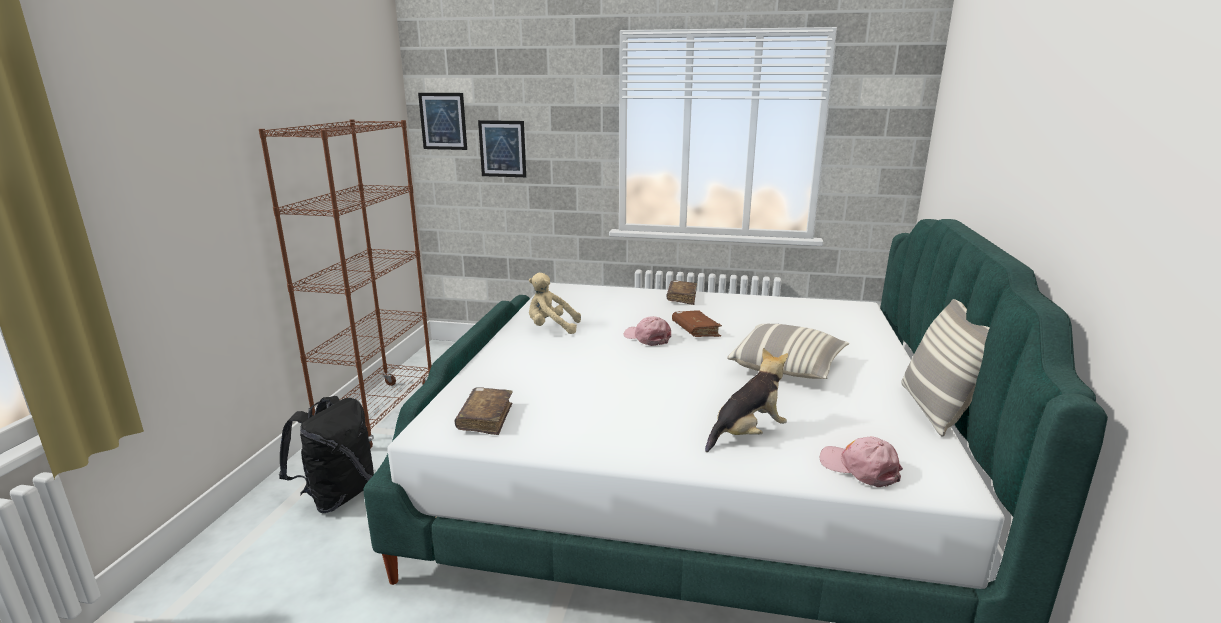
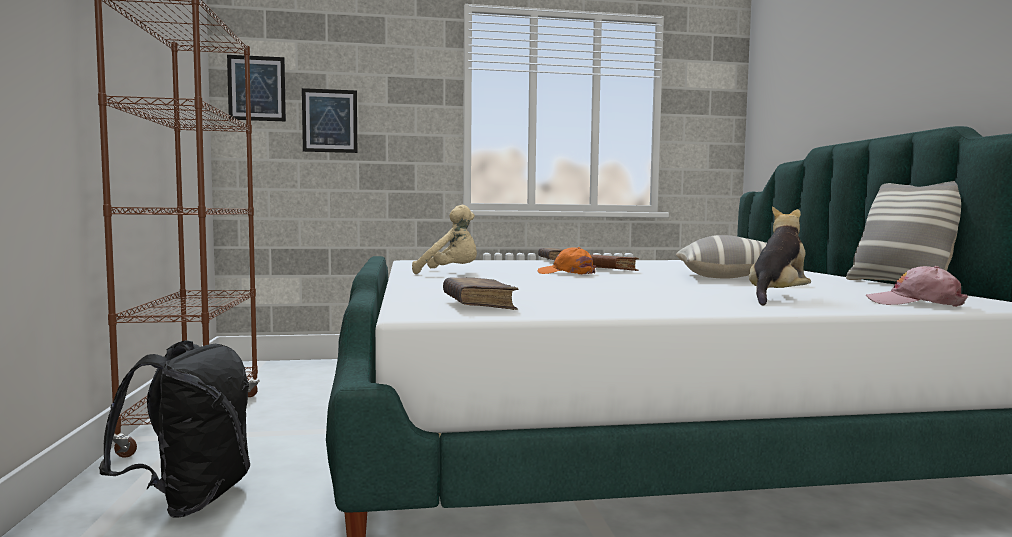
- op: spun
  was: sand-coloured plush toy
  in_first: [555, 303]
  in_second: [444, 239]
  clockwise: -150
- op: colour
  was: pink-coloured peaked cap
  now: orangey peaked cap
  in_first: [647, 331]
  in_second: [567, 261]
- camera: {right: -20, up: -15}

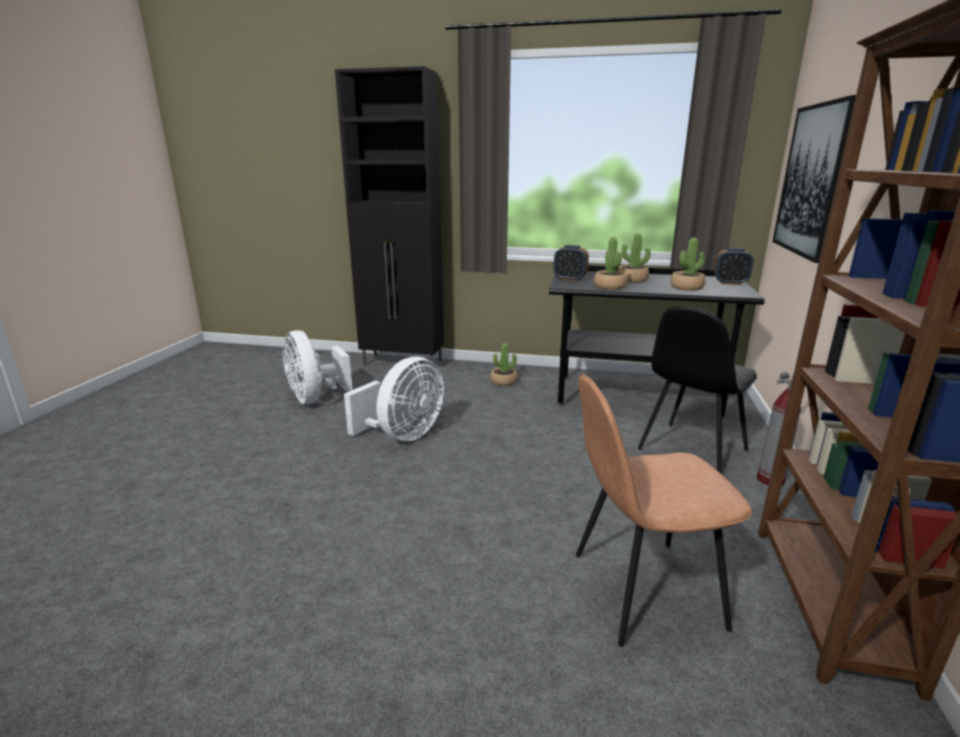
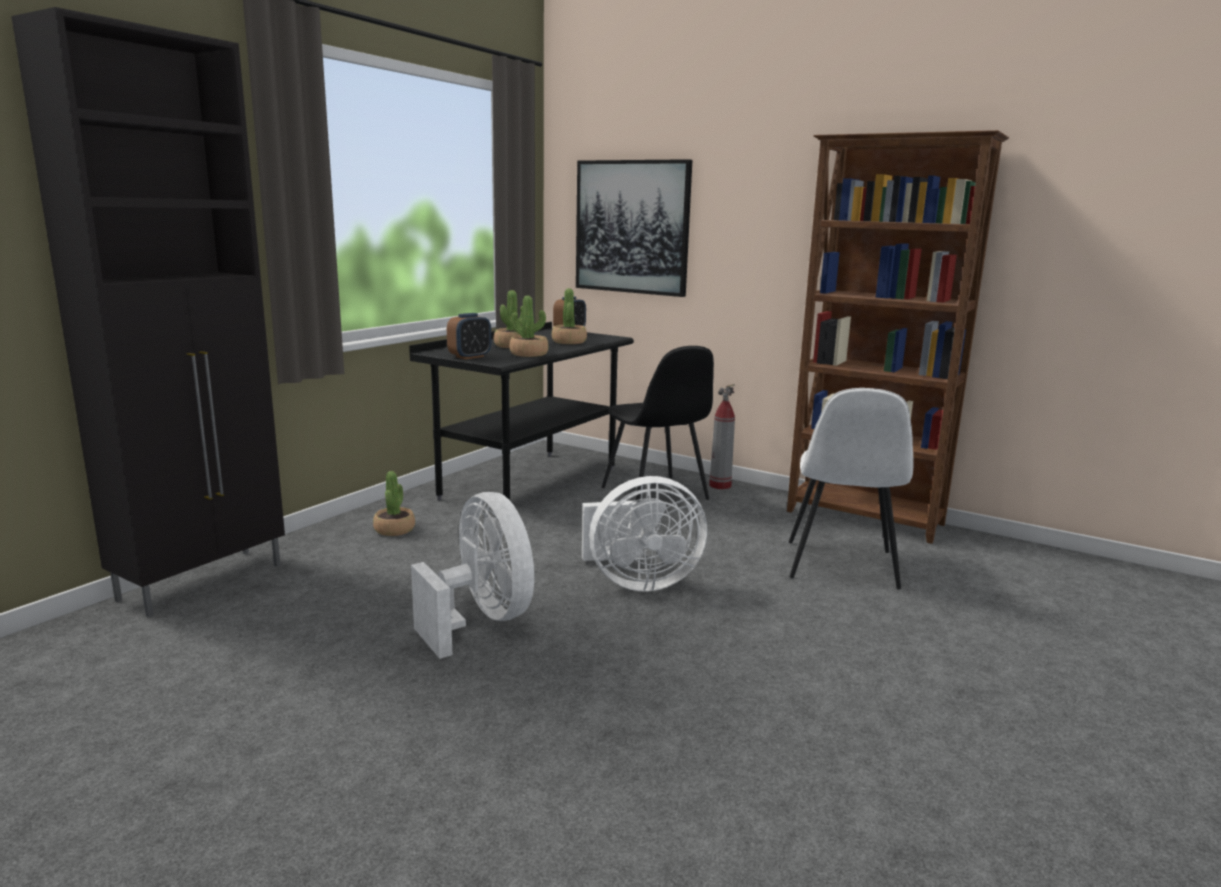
- op: relocated
  was: white fan
  in_first: [318, 367]
  in_second: [644, 533]
- op: colour
  was: brown-coloured chair
  now: white chair
  in_first: [664, 510]
  in_second: [851, 488]
- camera: {right: -70, up: -5}

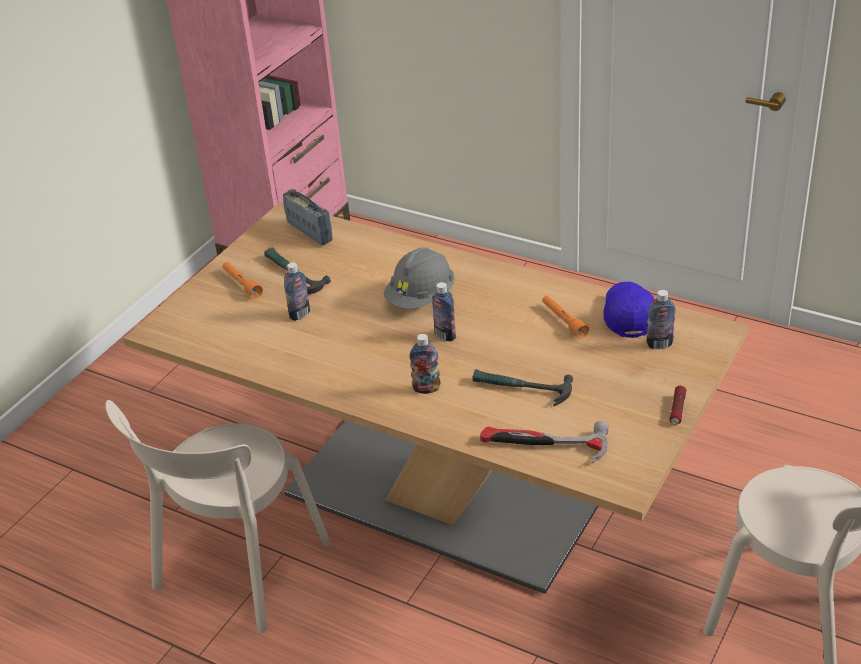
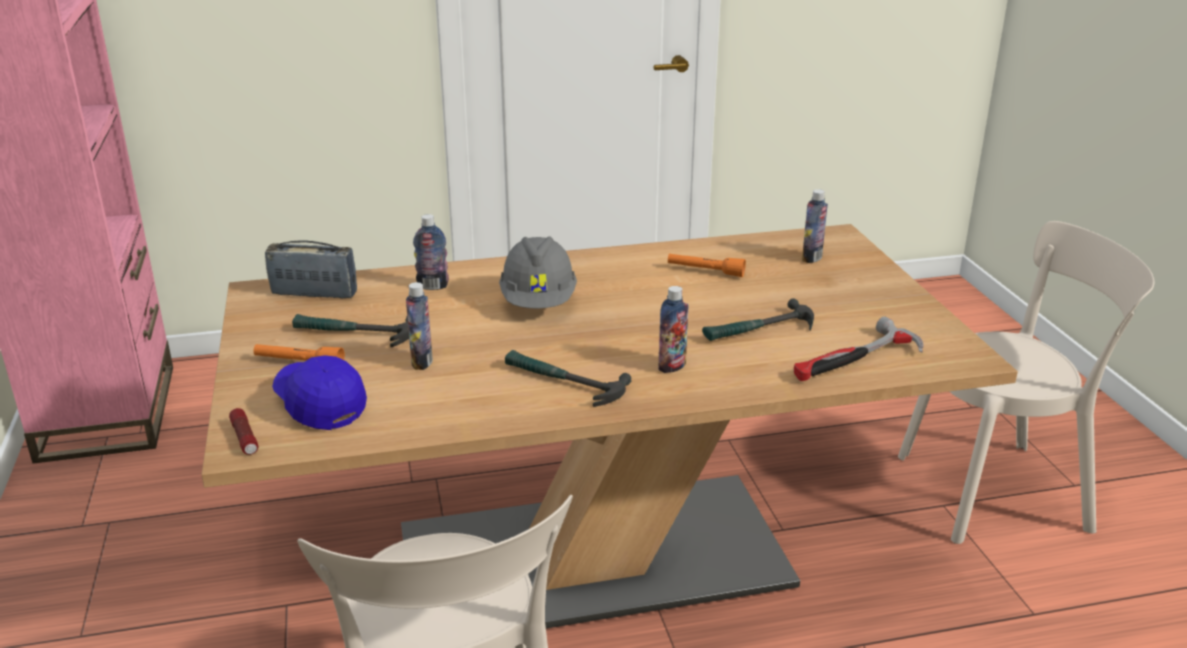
- op: relocated
  was: drink bottle
  in_first: [444, 311]
  in_second: [431, 252]
- op: relocated
  was: blue-coloured peaked cap
  in_first: [629, 309]
  in_second: [319, 392]
- op: relocated
  was: torch
  in_first: [678, 405]
  in_second: [244, 431]
- op: appeared
  now: tool hammer
  in_second: [568, 378]
- camera: {right: -45, up: -10}

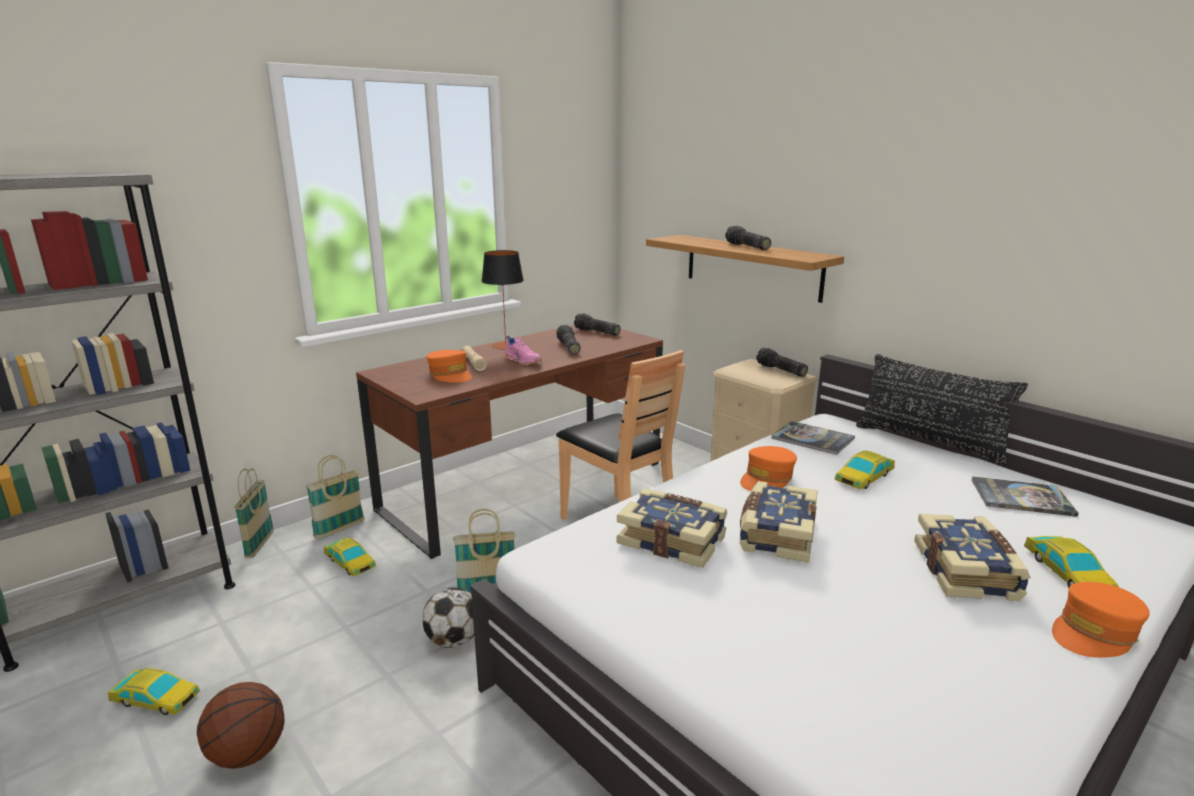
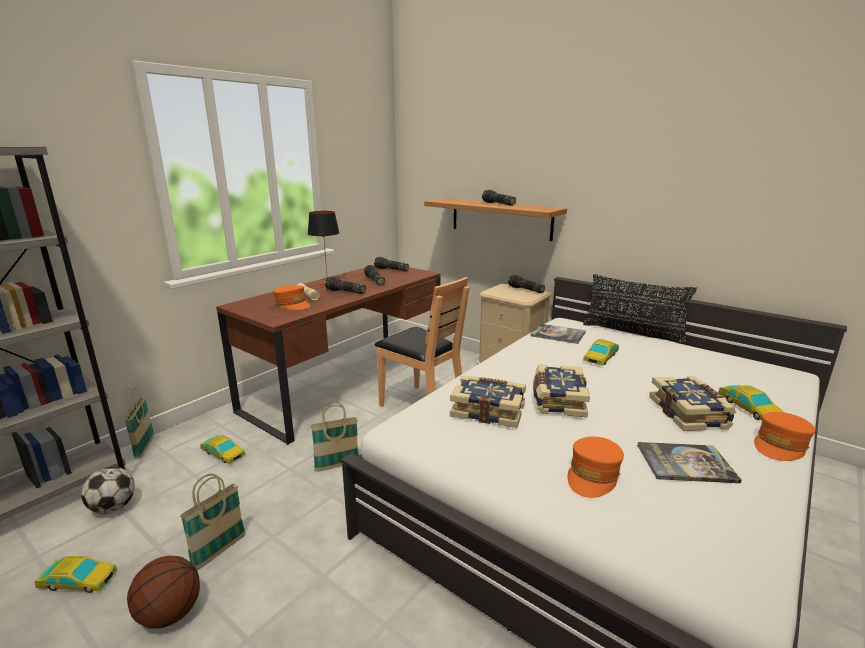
- op: relocated
  was: storage basket
  in_first: [335, 497]
  in_second: [213, 522]
- op: relocated
  was: football
  in_first: [448, 617]
  in_second: [108, 490]
- op: exchanged
  was: pink-coloured low shoe
  now: torch
  in_first: [523, 350]
  in_second: [345, 285]
- op: relocated
  was: orangey peaked cap
  in_first: [768, 468]
  in_second: [595, 467]
- op: relocated
  was: volume
  in_first: [1025, 496]
  in_second: [689, 462]
- camera: {right: -10, up: 0}

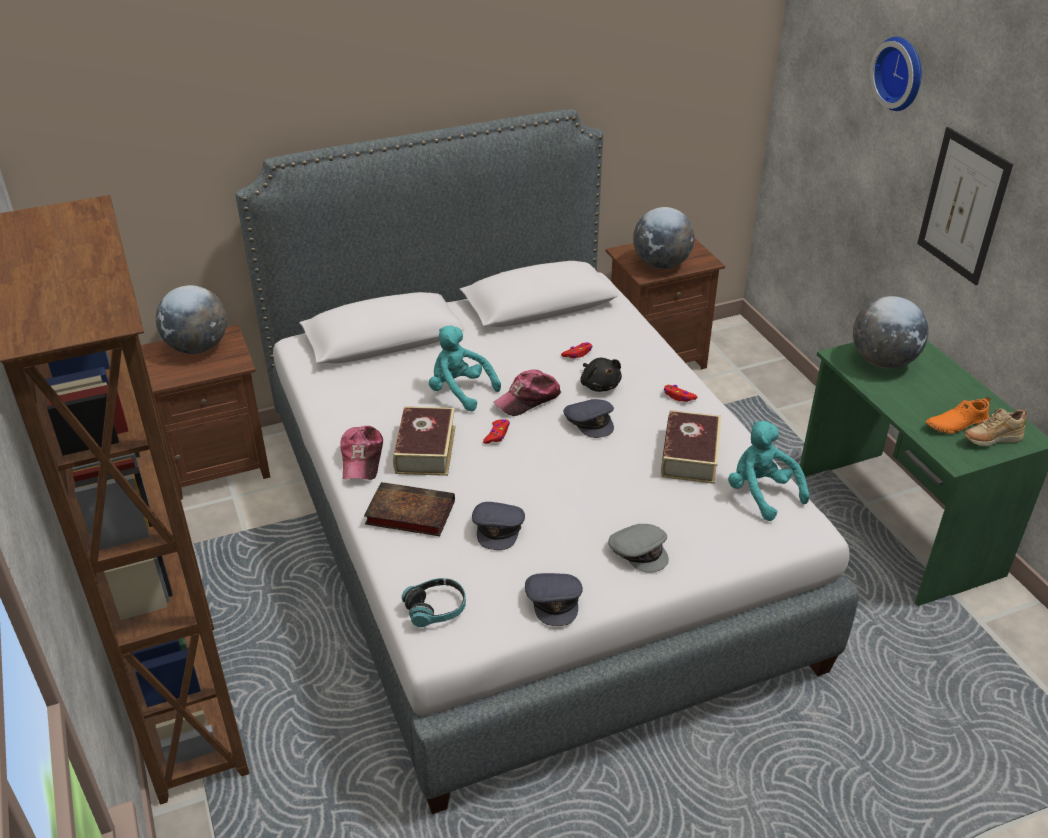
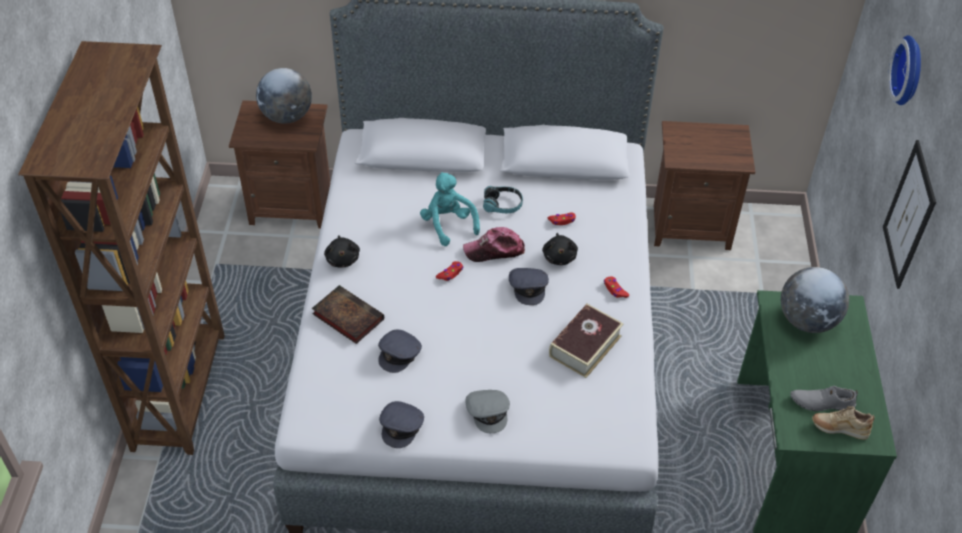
- op: exchanged
  was: peaked cap
  now: blackish plush toy
  in_first: [362, 453]
  in_second: [342, 251]
- op: missing
  was: volume
  in_first: [424, 441]
- op: relocated
  was: headphones
  in_first: [434, 602]
  in_second: [503, 199]
- op: missing
  was: globe
  in_first: [664, 238]
- op: missing
  was: turquoise plush toy
  in_first: [769, 471]
- op: colour
  was: orangey low shoe
  now: greyish low shoe
  in_first: [958, 415]
  in_second: [824, 398]
- camera: {right: 25, up: 10}

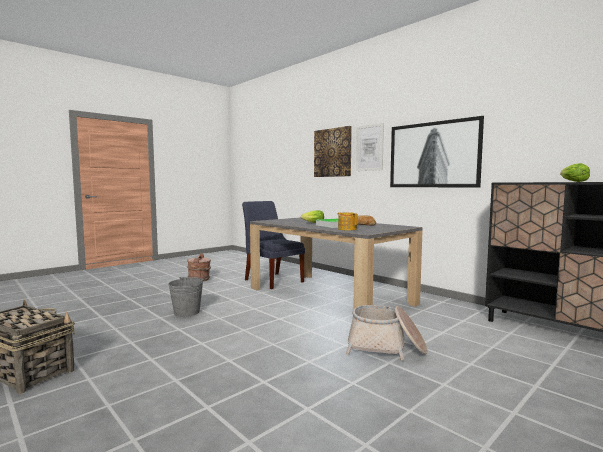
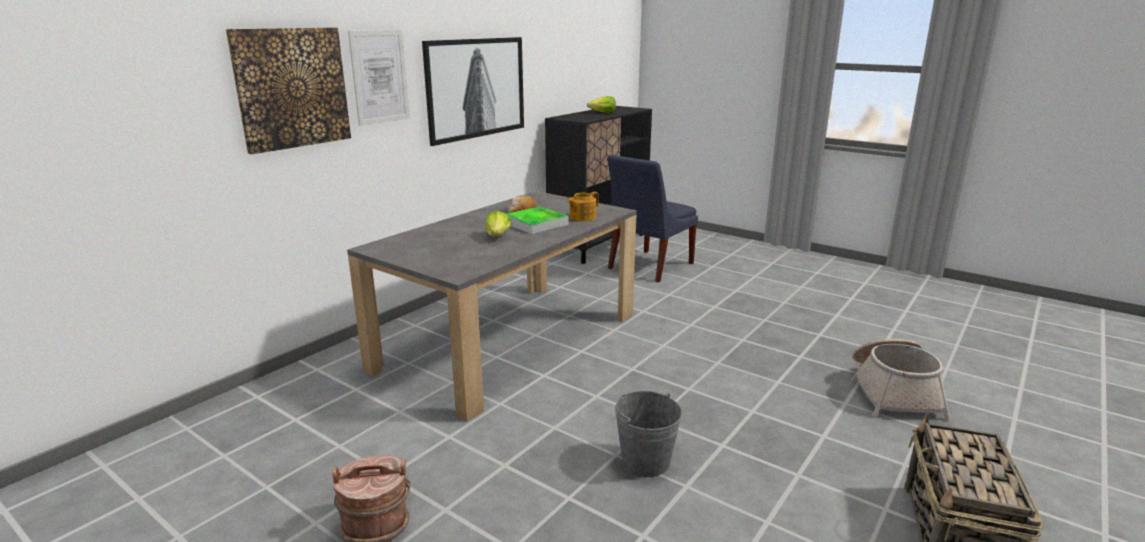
- op: relocated
  was: blue-coloured chair
  in_first: [273, 245]
  in_second: [652, 218]
- op: relocated
  was: storage basket
  in_first: [387, 333]
  in_second: [901, 379]
- camera: {right: -100, up: 15}

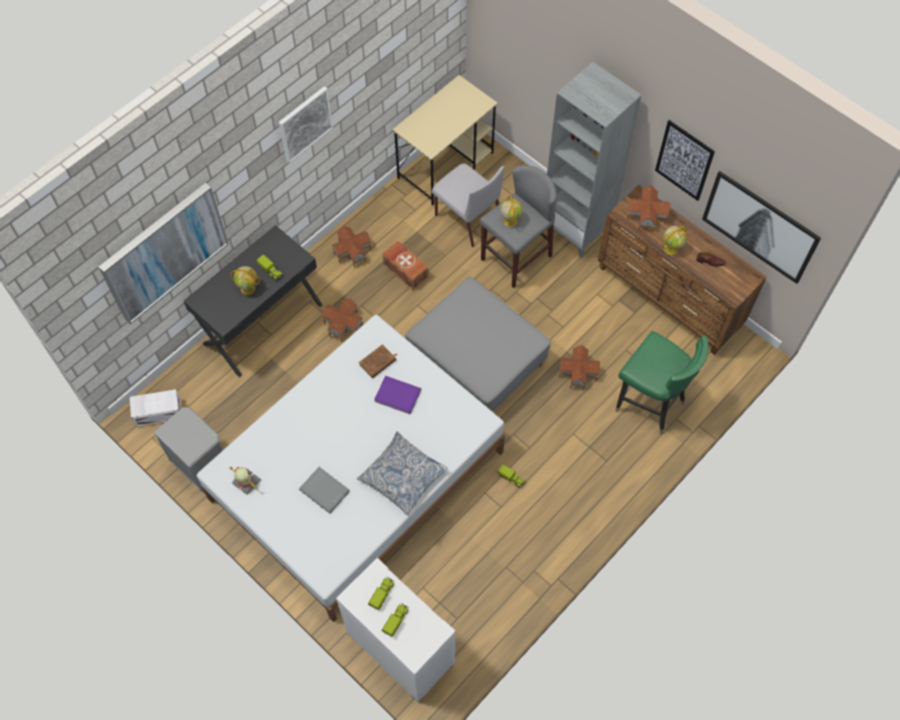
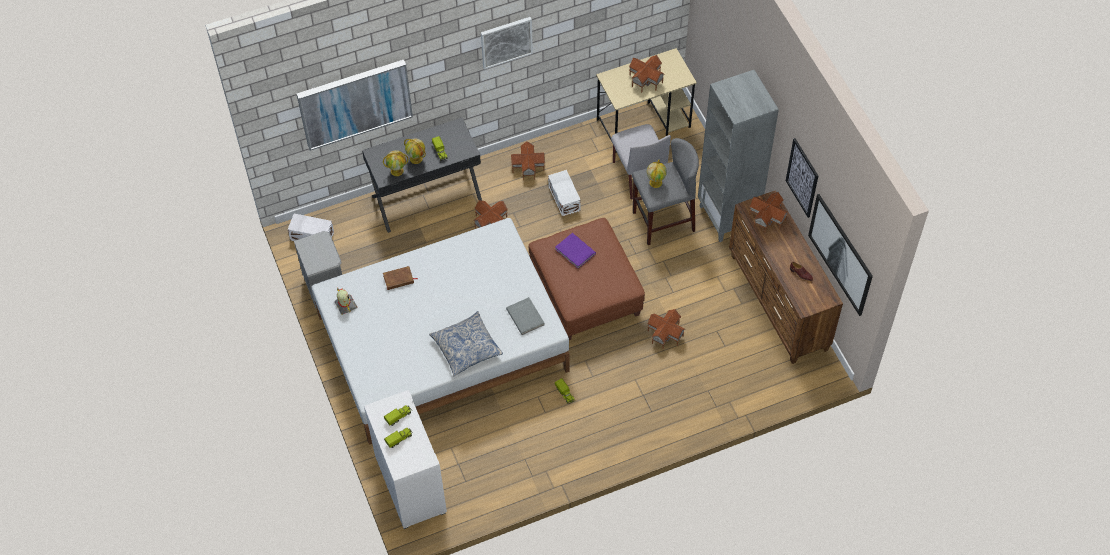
- op: relocated
  was: greyish volume
  in_first: [324, 490]
  in_second: [525, 316]
- op: relocated
  was: brown-coloured volume
  in_first: [378, 361]
  in_second: [400, 278]
- op: relocated
  was: purple volume
  in_first: [397, 395]
  in_second: [575, 251]
- op: colour
  was: brown-coloured storage box
  now: white storage box
  in_first: [405, 266]
  in_second: [564, 193]
- op: colour
  was: greyish pouffe
  now: brown-coloured pouffe
  in_first: [478, 344]
  in_second: [587, 279]
- op: missing
  was: greenish chair
  in_first: [662, 383]
- op: relocated
  was: globe
  in_first: [675, 240]
  in_second: [395, 163]
- op: appeared
  now: miniature house
  in_second: [647, 73]
- camera: {right: 25, up: -5}

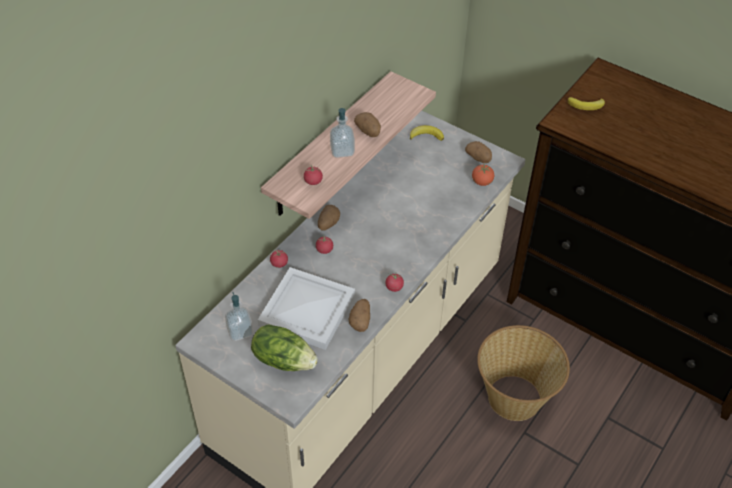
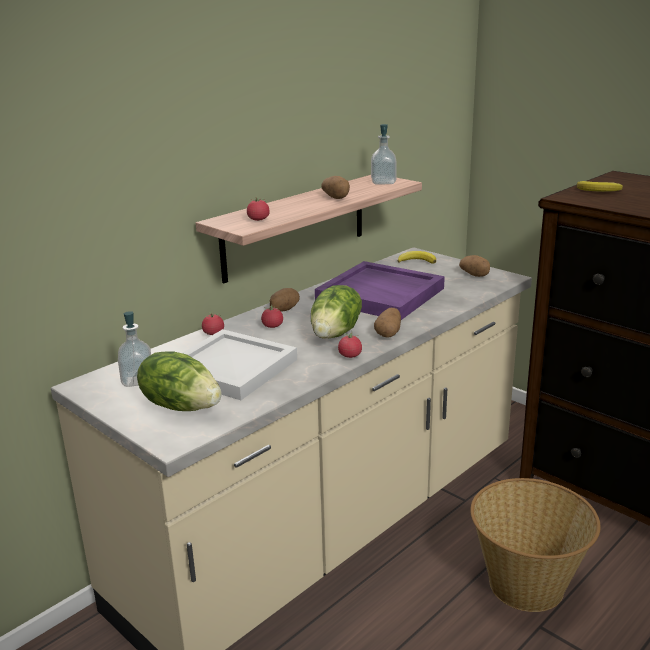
- op: relocated
  was: soap bottle
  in_first: [342, 133]
  in_second: [384, 154]
- op: relocated
  was: potato
  in_first: [359, 315]
  in_second: [387, 323]
- op: missing
  was: fresh tomato
  in_first: [483, 175]
- op: appeared
  now: lettuce
  in_second: [336, 312]
- op: appeared
  now: purple serving tray
  in_second: [380, 290]
- camera: {right: 10, up: -25}

